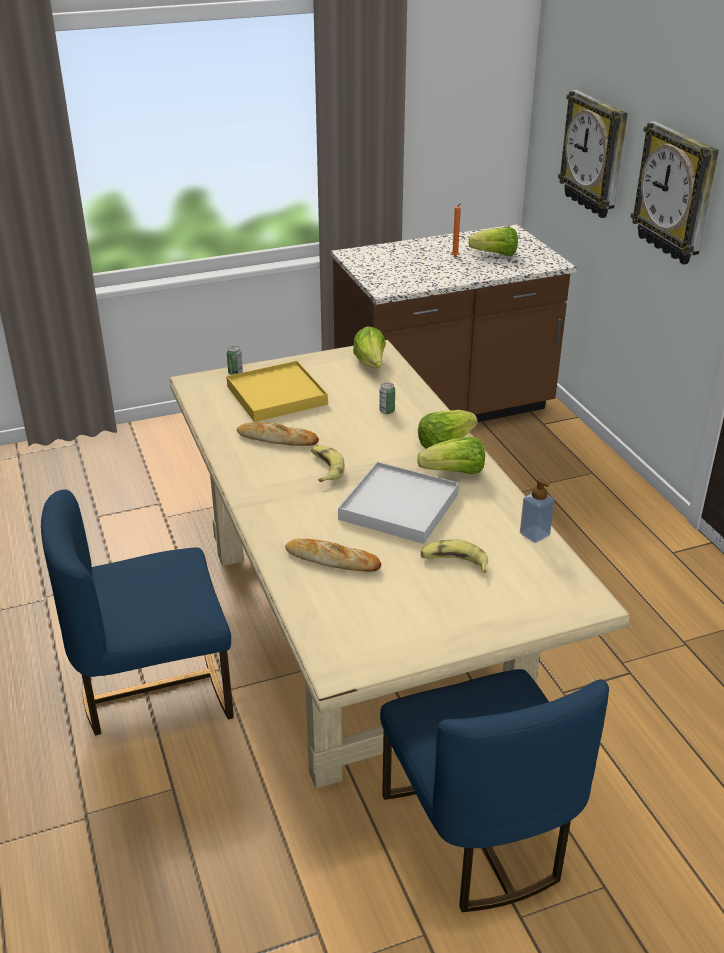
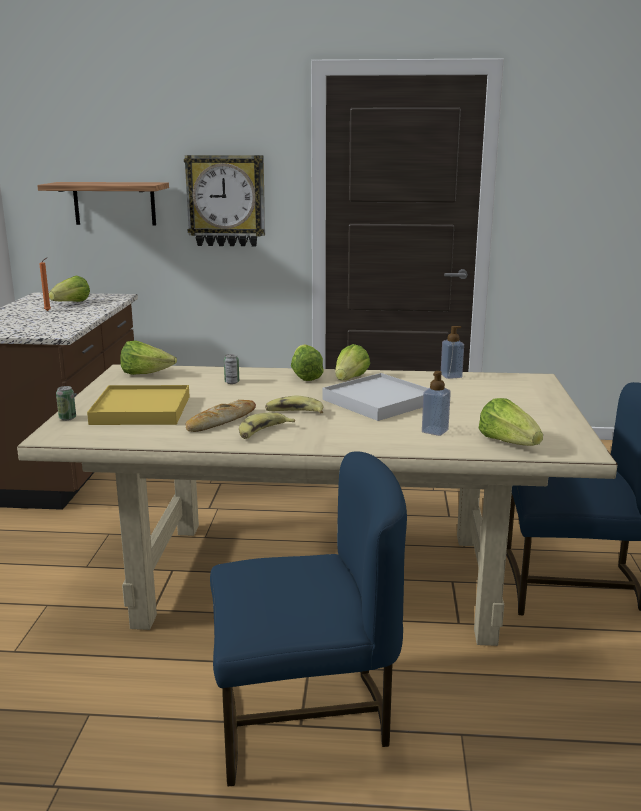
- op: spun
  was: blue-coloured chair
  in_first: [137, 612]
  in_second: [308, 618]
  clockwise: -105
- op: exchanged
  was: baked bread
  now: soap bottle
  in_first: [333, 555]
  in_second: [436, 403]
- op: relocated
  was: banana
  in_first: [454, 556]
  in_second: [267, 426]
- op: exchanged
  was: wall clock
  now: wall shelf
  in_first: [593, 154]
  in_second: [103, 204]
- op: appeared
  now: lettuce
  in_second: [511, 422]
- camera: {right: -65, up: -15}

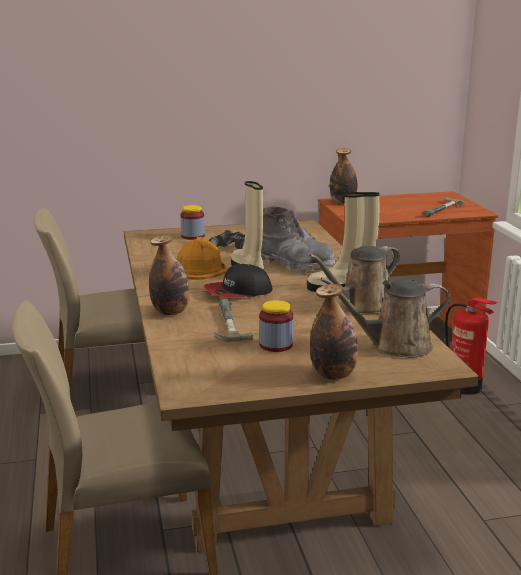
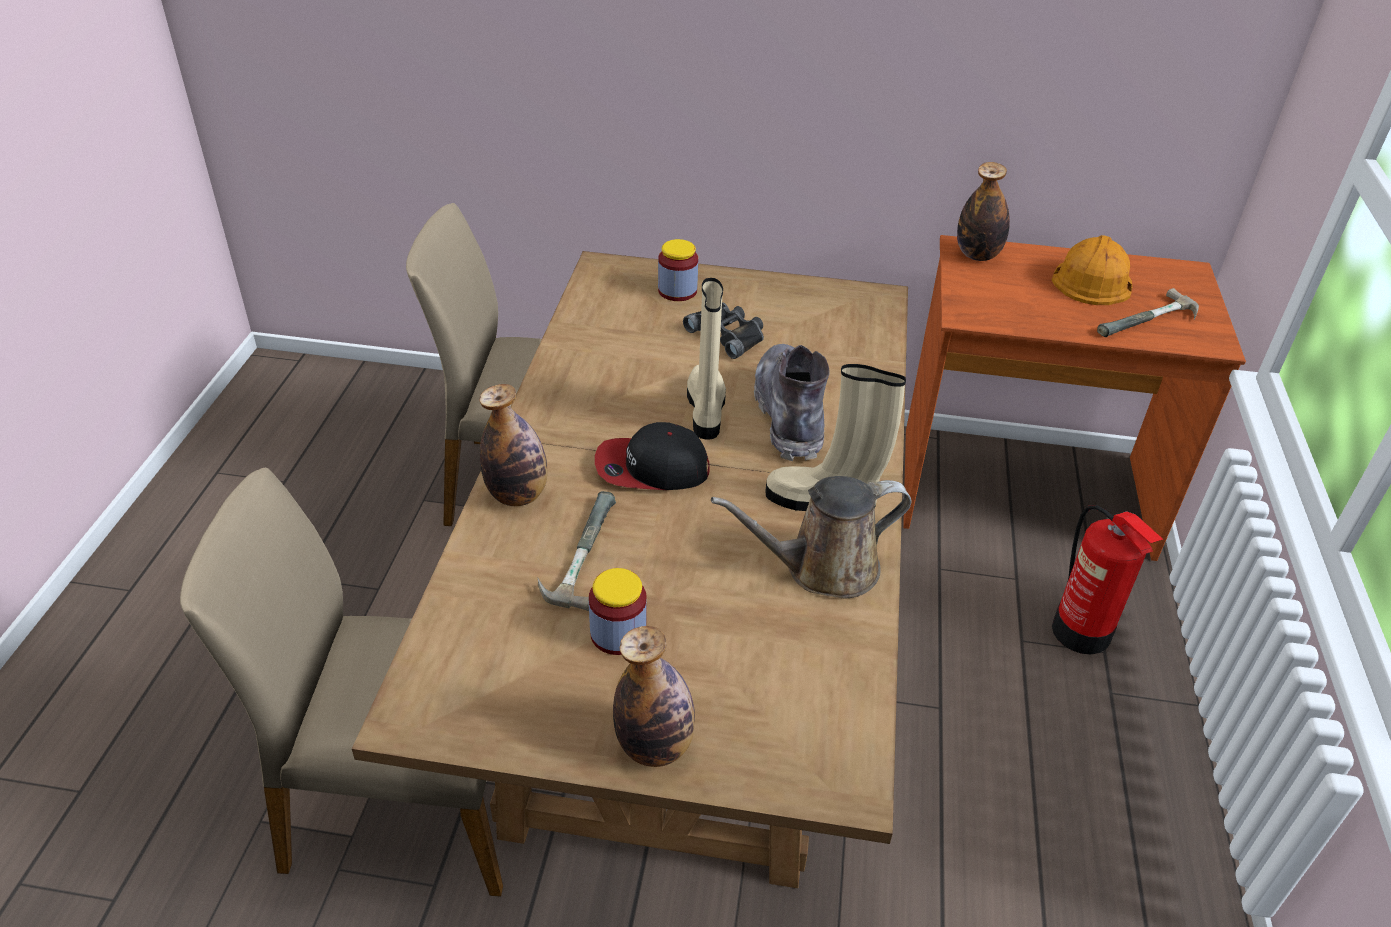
- op: relocated
  was: orangey hard hat
  in_first: [201, 258]
  in_second: [1092, 270]
- op: spun
  was: greyish boot
  in_first: [299, 240]
  in_second: [792, 402]
  clockwise: -150
- op: missing
  was: brown-coloured sprinkling can
  in_first: [385, 318]
- camera: {right: 20, up: 20}

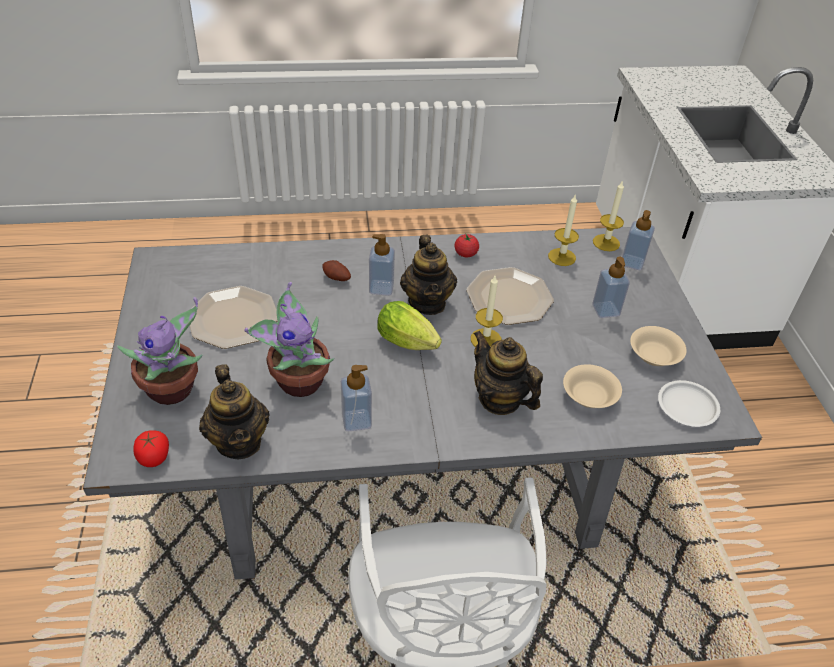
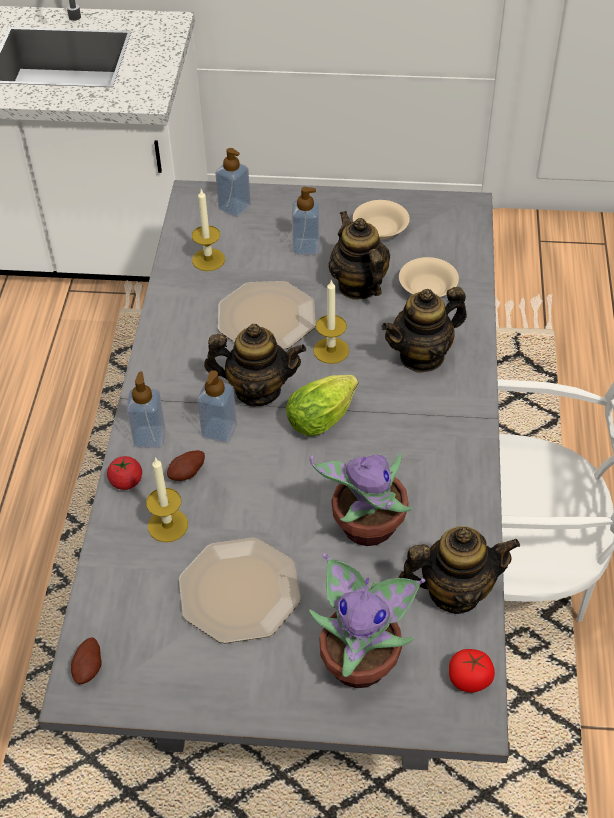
- op: relocated
  was: soap bottle
  in_first: [356, 398]
  in_second: [146, 410]
- op: relocated
  was: fresh tomato
  in_first: [466, 245]
  in_second: [124, 473]
- op: relocated
  was: wax light
  in_first: [608, 215]
  in_second: [167, 499]
- op: missing
  was: white plate
  in_first: [689, 403]
- op: appeared
  now: potato
  in_second: [86, 660]
- op: appeared
  now: teapot
  in_second: [359, 255]
- camera: {right: -75, up: 5}

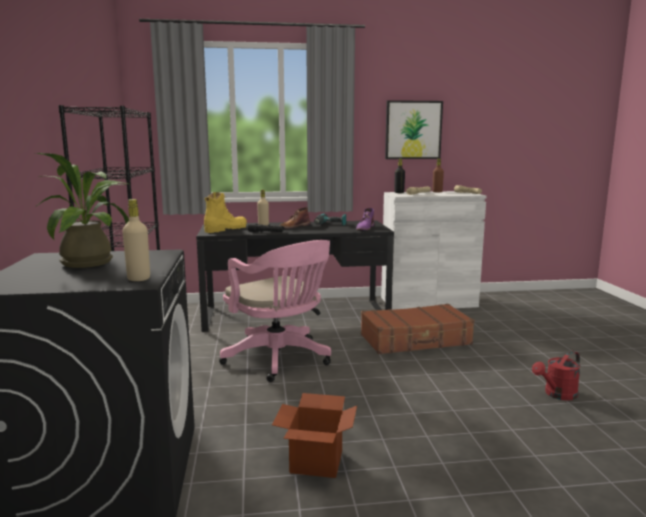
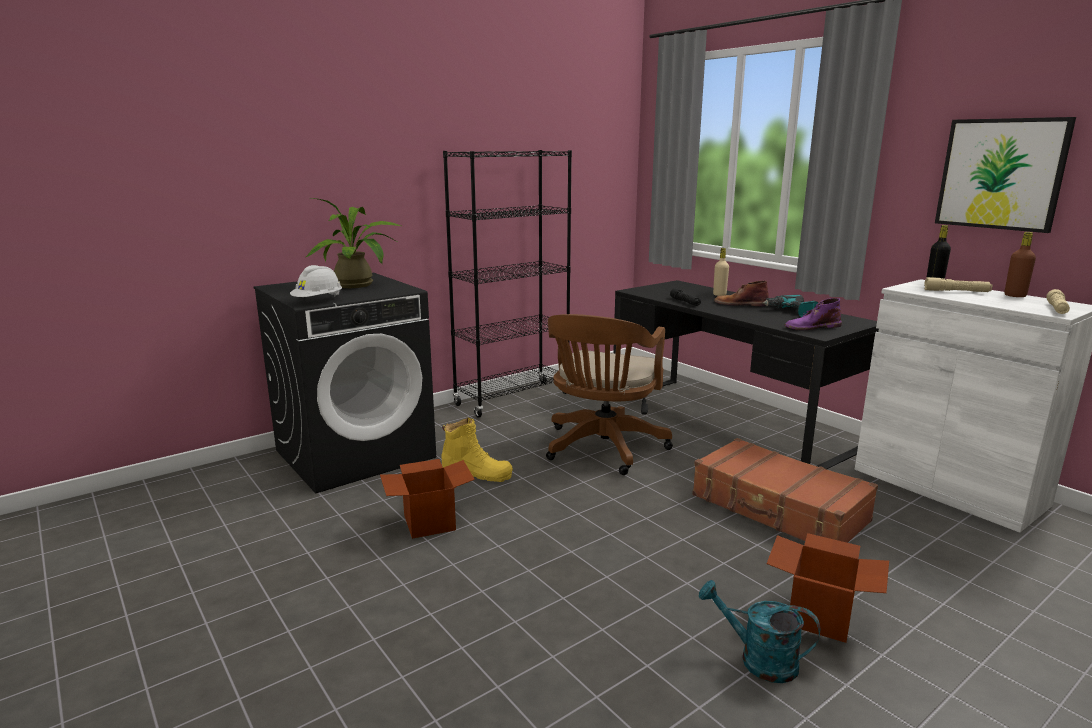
- op: exchanged
  was: sand-coloured drink bottle
  now: white hard hat
  in_first: [136, 240]
  in_second: [316, 281]
- op: relocated
  was: yellow-coloured boot
  in_first: [225, 212]
  in_second: [477, 450]
- op: colour
  was: pink-coloured office chair
  now: brown-coloured office chair
  in_first: [275, 311]
  in_second: [609, 394]
- op: colour
  was: red-coloured sprinkling can
  now: turquoise sprinkling can
  in_first: [556, 376]
  in_second: [759, 631]
- op: appeared
  now: packing box
  in_second: [828, 588]
- camera: {right: 60, up: 5}

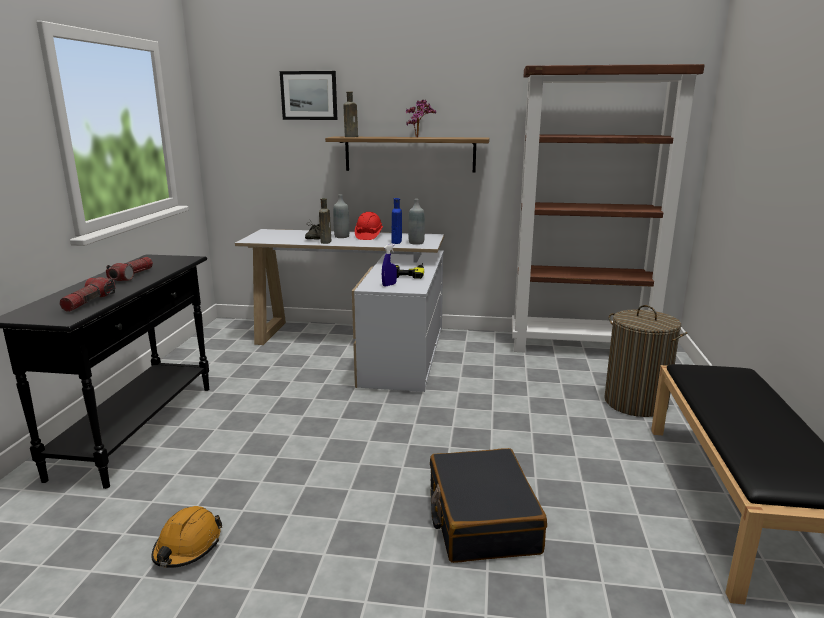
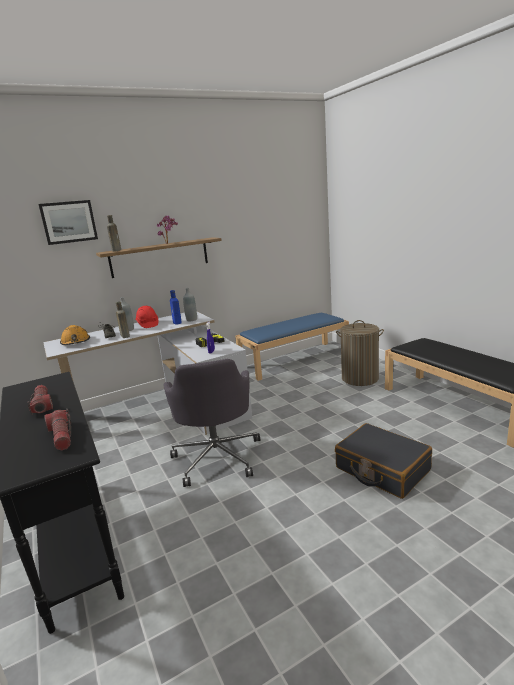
- op: relocated
  was: orangey hard hat
  in_first: [187, 537]
  in_second: [75, 335]
- op: exchanged
  was: brown-coloured bookcase
  now: blue-coloured bench
  in_first: [608, 208]
  in_second: [292, 347]
- op: appeared
  now: greyish office chair
  in_second: [212, 423]
- camera: {right: -35, up: 0}

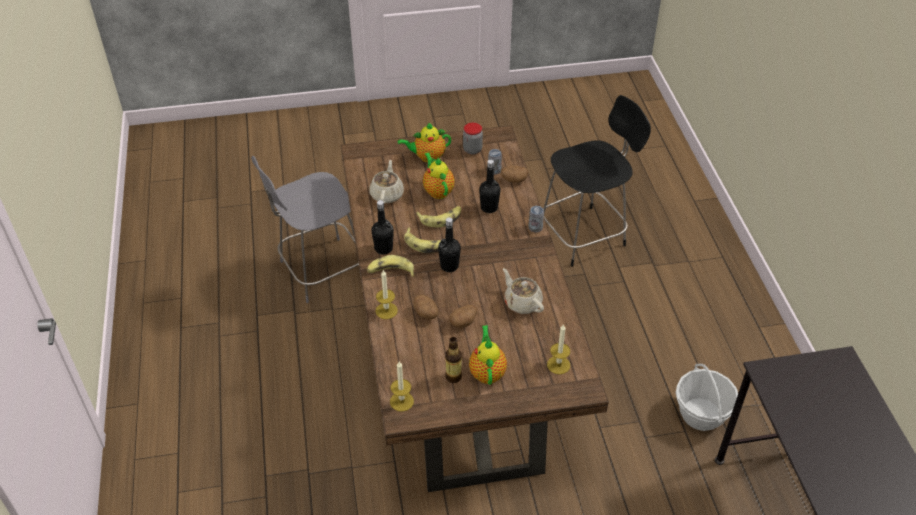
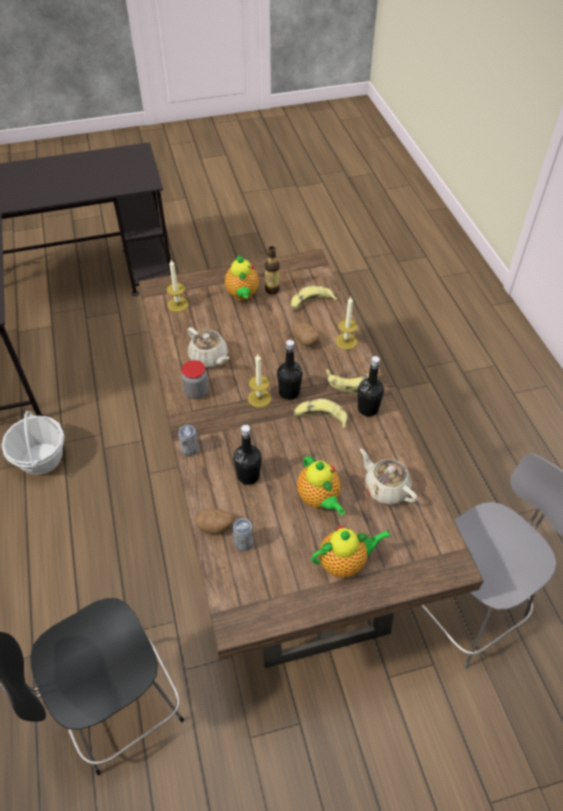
- op: spun
  was: sand-coloured teapot
  in_first: [386, 182]
  in_second: [389, 477]
  clockwise: 135
- op: relocated
  was: wax light
  in_first: [402, 386]
  in_second: [259, 381]
- op: relocated
  was: banana
  in_first: [438, 216]
  in_second: [314, 298]
- op: missing
  was: potato
  in_first: [463, 316]
- op: relocated
  was: jar
  in_first: [473, 139]
  in_second: [194, 379]
- camera: {right: 175, up: 5}

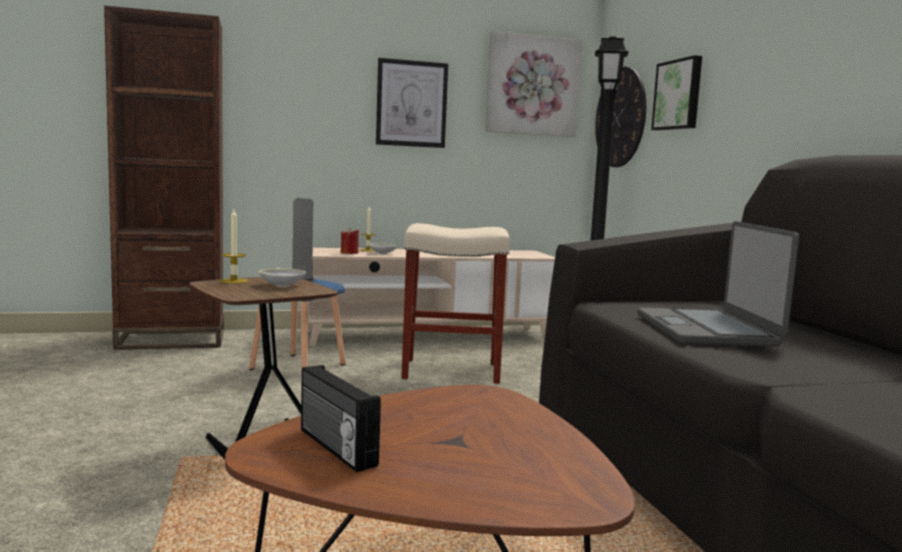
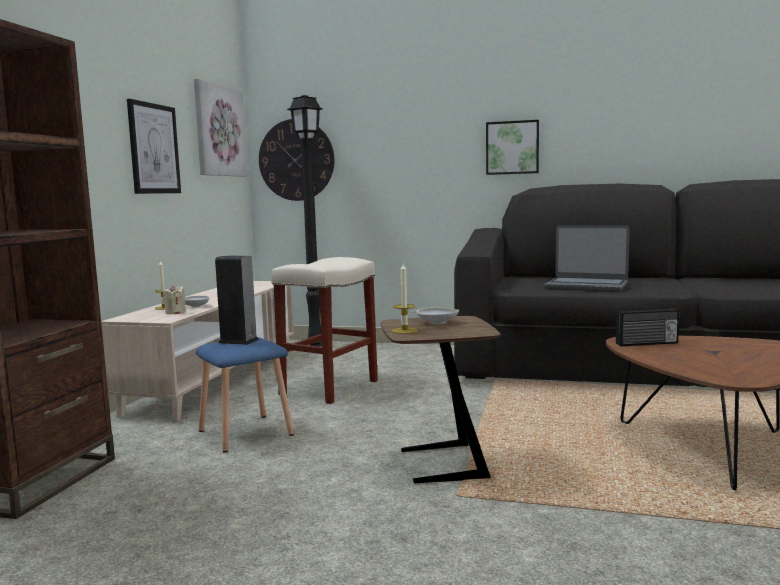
- op: relocated
  was: radio receiver
  in_first: [341, 418]
  in_second: [647, 327]
- op: colour
  was: red-coloured wax light
  now: sand-coloured wax light
  in_first: [350, 240]
  in_second: [174, 299]
- op: relocated
  was: picture
  in_first: [676, 93]
  in_second: [512, 147]
- camera: {right: -60, up: 0}

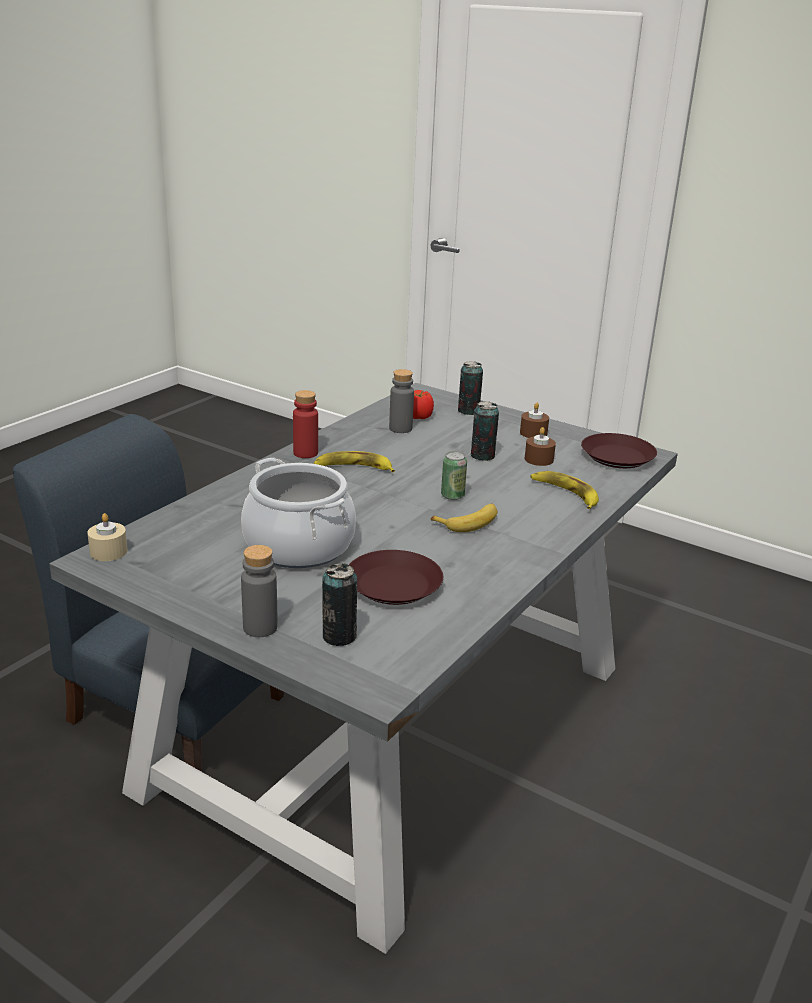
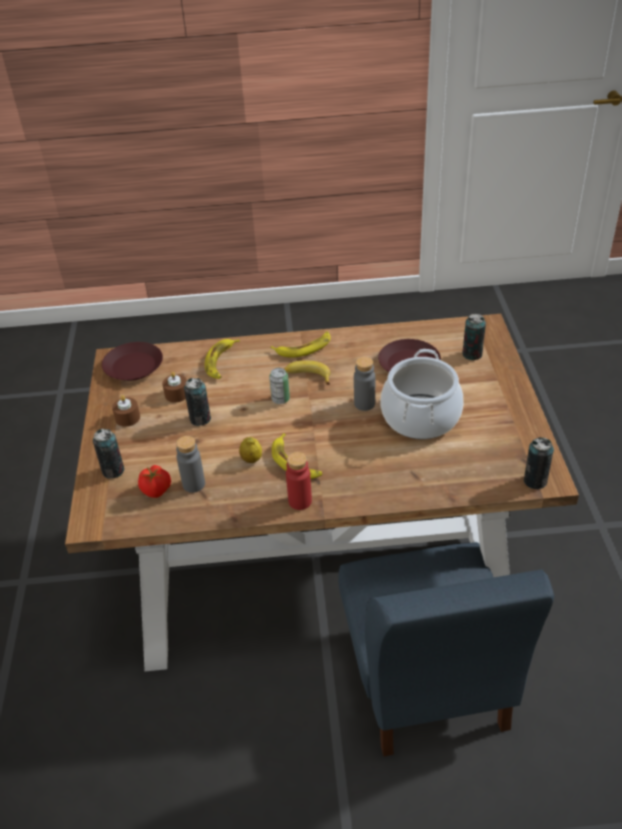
- op: colour
  was: greyish kitchen table
  now: brown-coloured kitchen table
  in_first: [363, 668]
  in_second: [322, 492]
- op: exchanged
  was: sand-coloured wax light
  now: sealed can
  in_first: [107, 537]
  in_second: [539, 463]
- op: relocated
  was: greyish drink bottle
  in_first: [259, 591]
  in_second: [364, 384]
- op: appeared
  now: whole lemon
  in_second: [250, 450]
- op: appeared
  now: banana
  in_second: [300, 344]
- camera: {right: -125, up: 15}

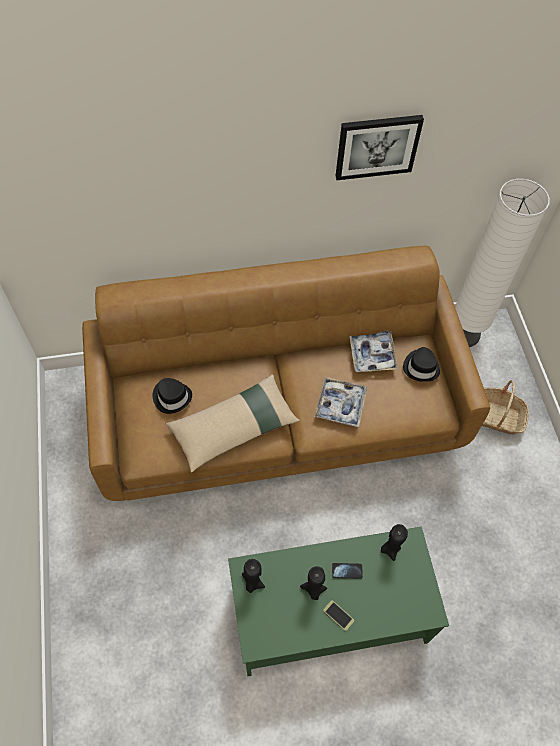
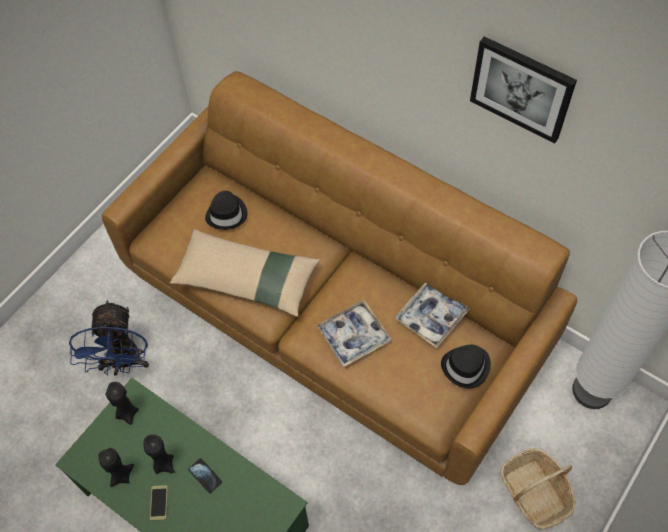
- op: relocated
  was: blackish wax light
  in_first: [394, 542]
  in_second: [116, 467]
- op: appeared
  now: blue-coloured fan
  in_second: [109, 338]
- camera: {right: 50, up: 0}

